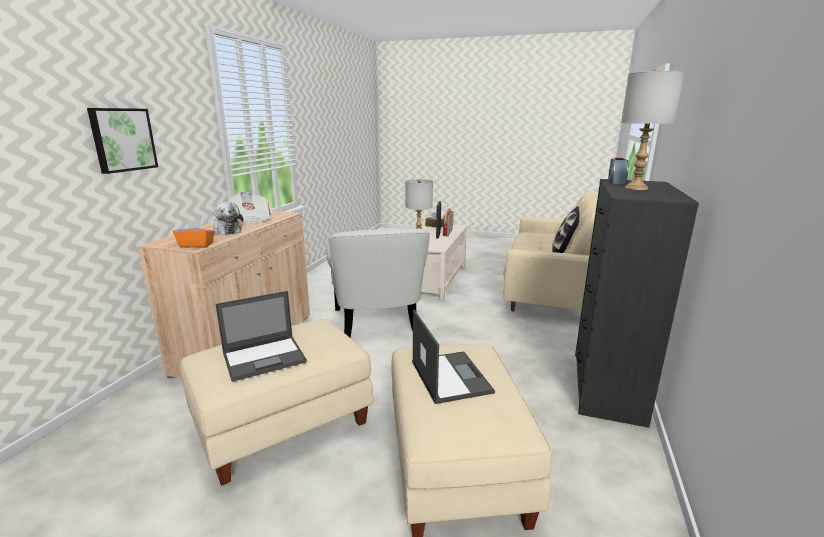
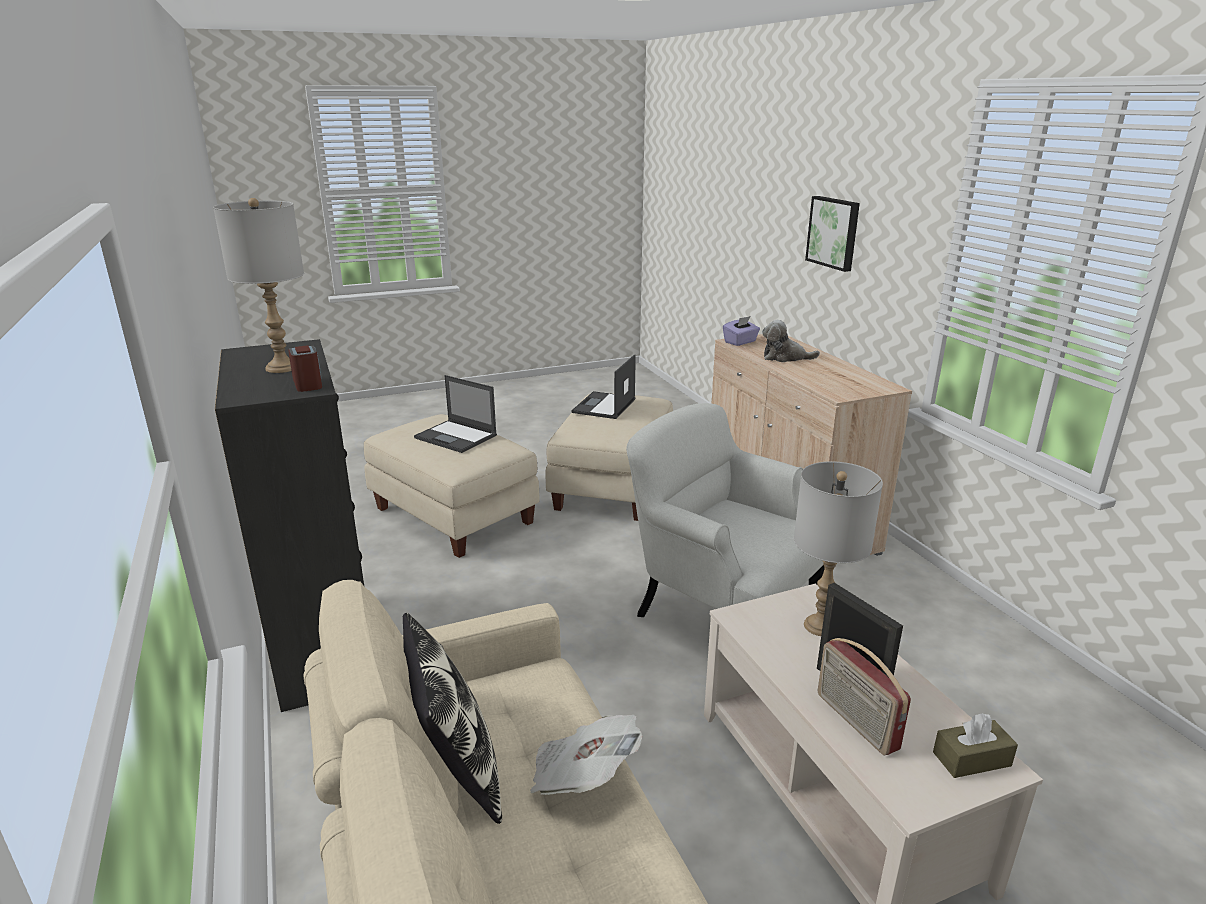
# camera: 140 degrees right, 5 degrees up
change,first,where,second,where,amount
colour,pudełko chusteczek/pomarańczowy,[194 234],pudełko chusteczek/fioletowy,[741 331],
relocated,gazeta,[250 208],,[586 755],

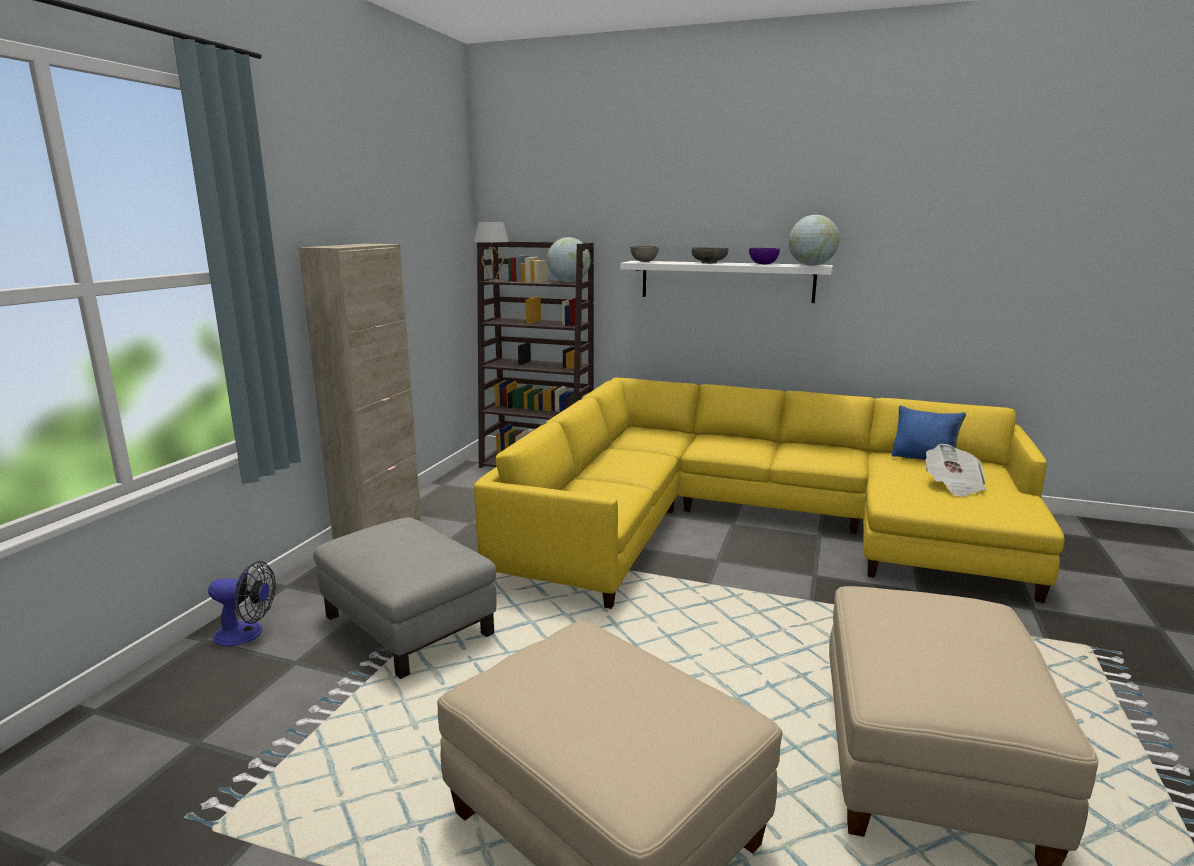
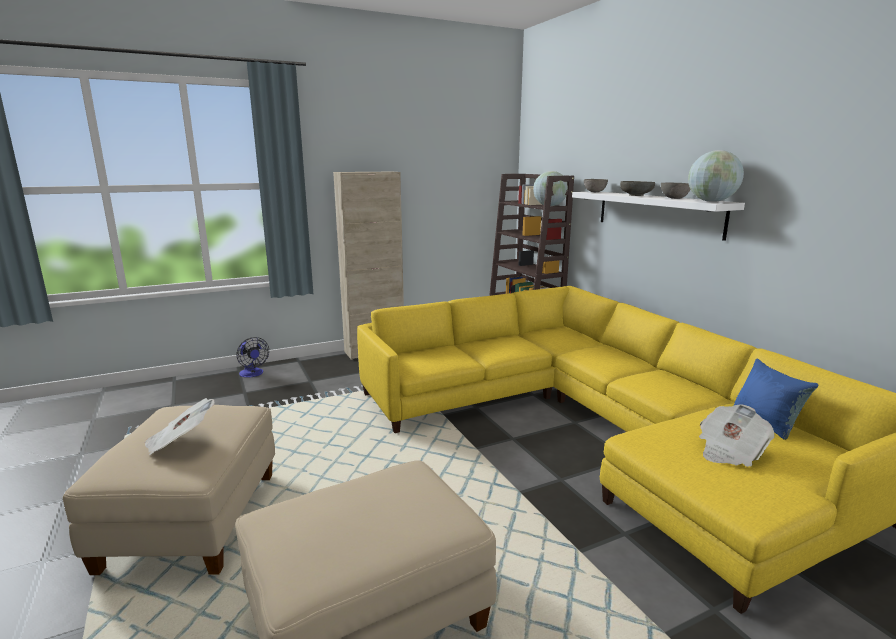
# camera: 45 degrees right, 0 degrees up
change,first,where,second,where,amount
missing,pufa/szary,[405 598],,,
missing,lampa stołowa/biały,[491 251],,,
colour,miska/fioletowy,[764 256],miska/szary,[676 191],
appeared,,,gazeta,[179 426],

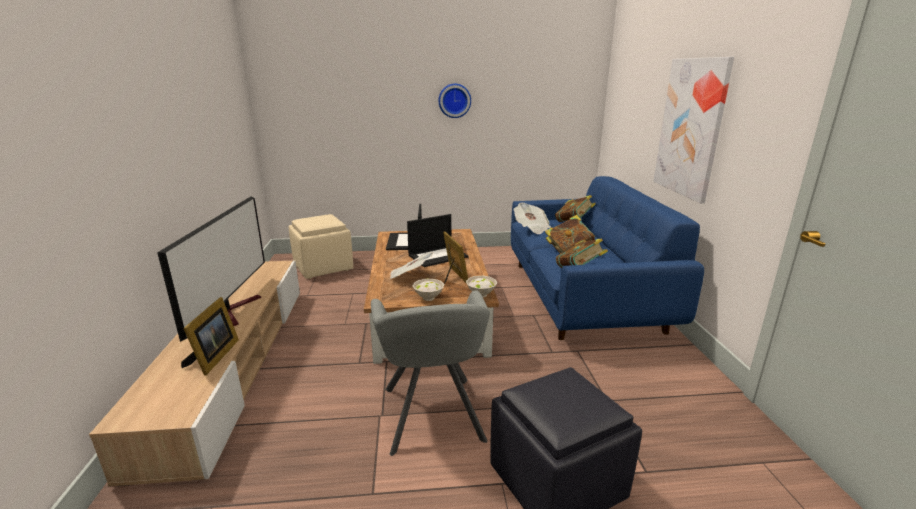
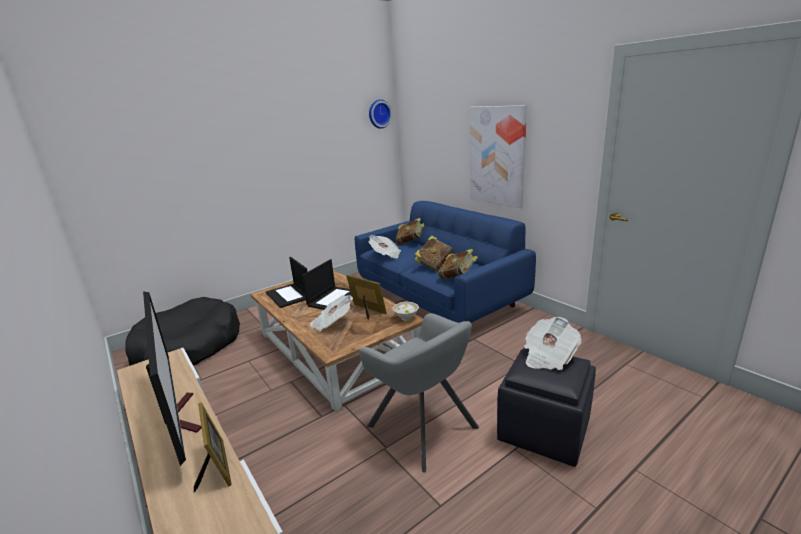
# camera: 30 degrees left, 0 degrees up
change,first,where,second,where,amount
exchanged,pufa/beżowy,[321 246],legowisko/czarny,[182 331],
missing,miska/biały,[428 290],,,
relocated,zegar ścienny,[455 101],,[380 114],
appeared,,,gazeta,[553 343],

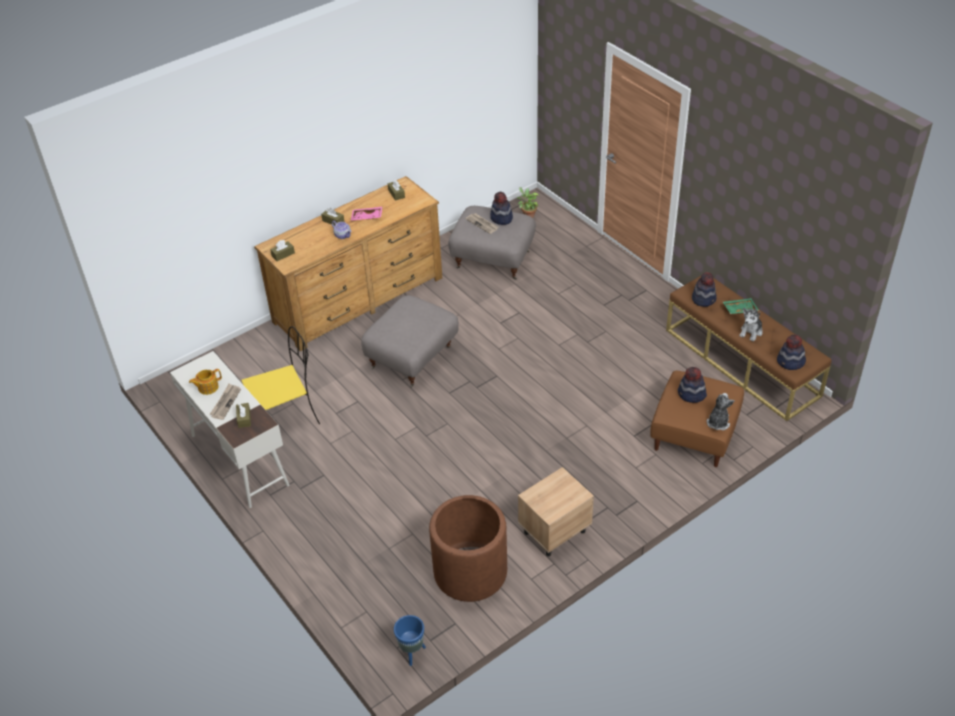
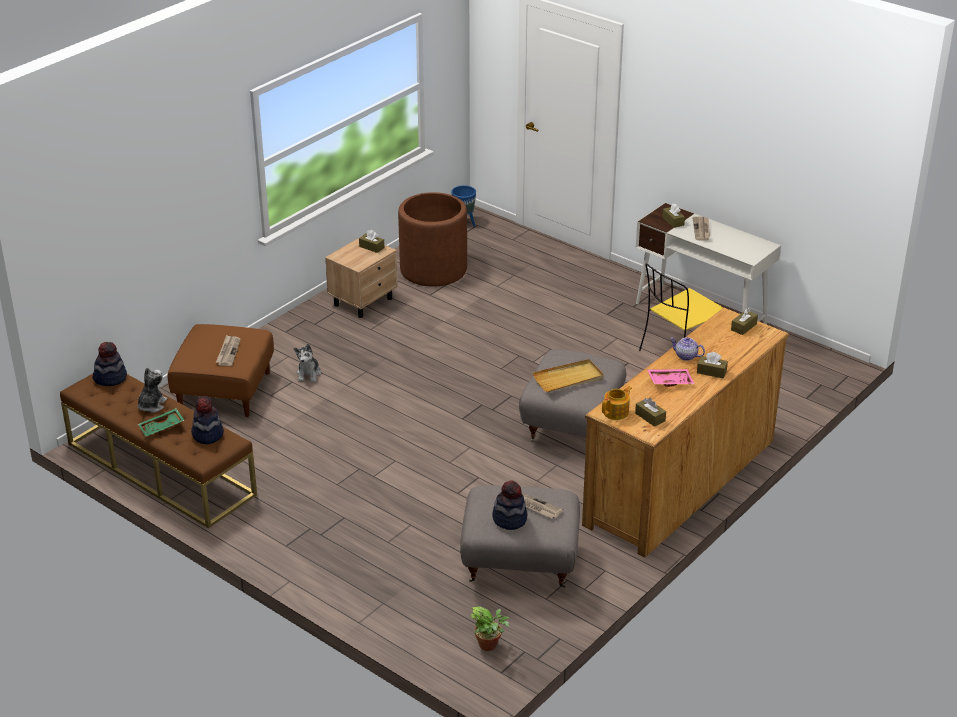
# camera: 165 degrees right, 10 degrees down
change,first,where,second,where,amount
relocated,imbryk,[205 382],,[617 403],
exchanged,kapelusz,[692 385],gazeta,[228 350],
relocated,pluszak,[721 411],,[307 363],
appeared,,,pudełko chusteczek/brązowy,[371 241],
appeared,,,taca/beżowy,[568 375],

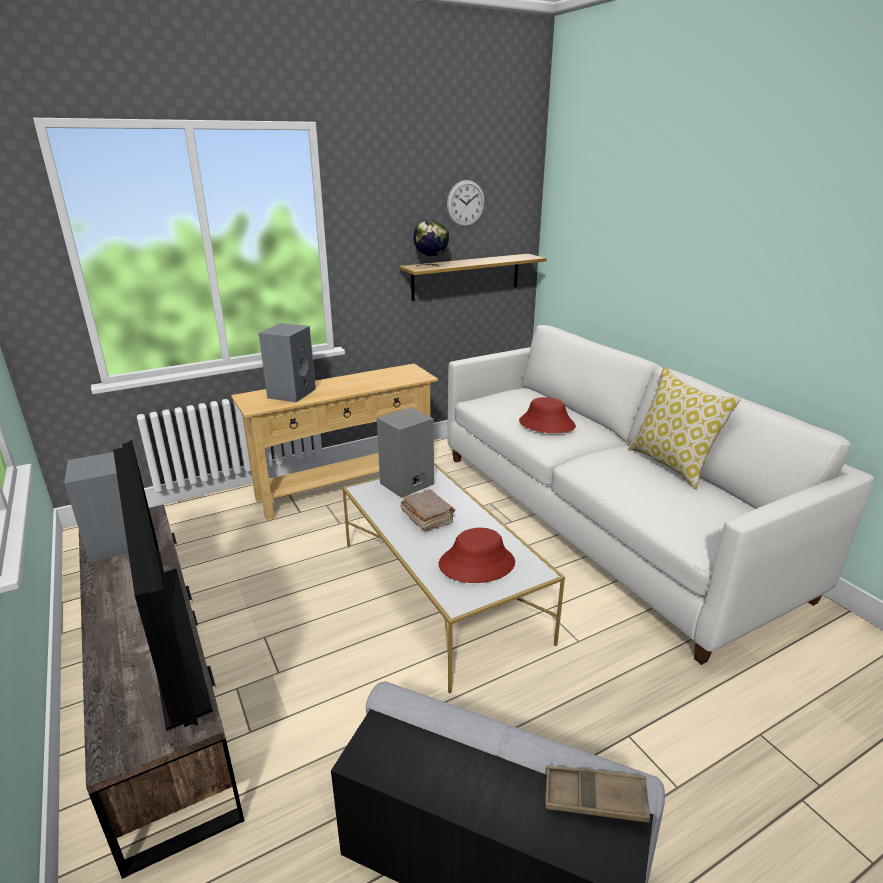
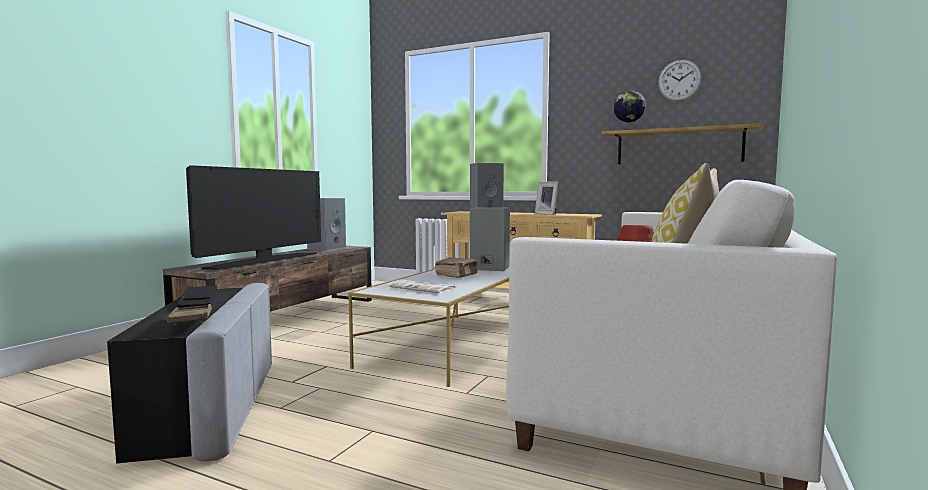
# camera: 55 degrees right, 20 degrees down
change,first,where,second,where,amount
exchanged,kapelusz/czerwony,[477 555],gazeta,[422 286],
appeared,,,taca/czarny,[197 296],
appeared,,,ramka na zdjęcie,[546 198],

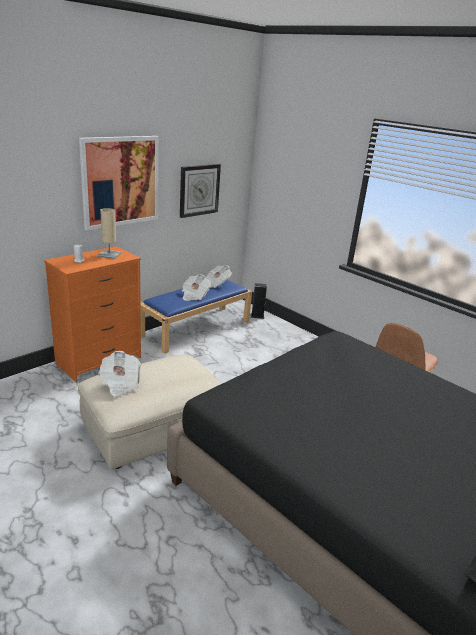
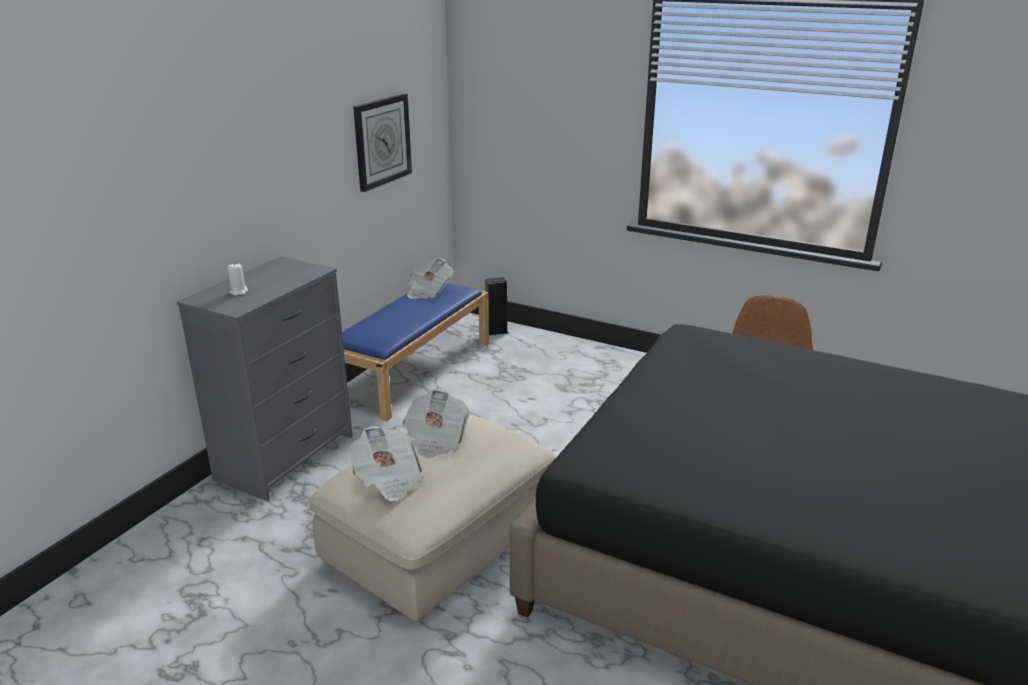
# camera: 15 degrees left, 0 degrees up
change,first,where,second,where,amount
colour,komoda/pomarańczowy,[92 314],komoda/szary,[265 378],
missing,obraz,[119 183],,,
missing,lampa stołowa/beżowy,[109 233],,,
relocated,gazeta,[196 287],,[436 424],

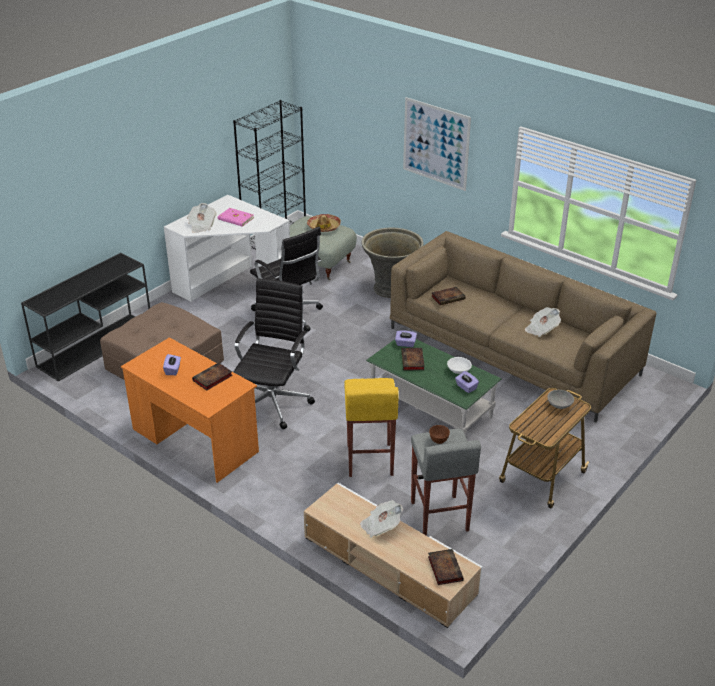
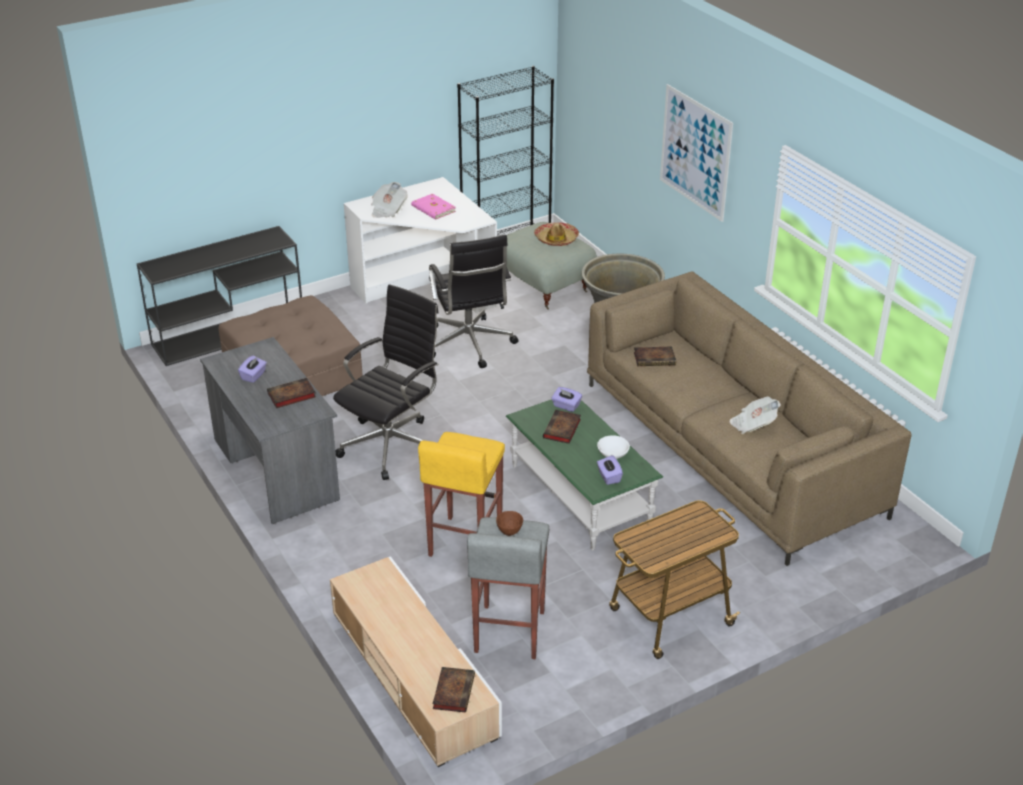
# camera: 20 degrees right, 0 degrees up
change,first,where,second,where,amount
colour,biurko/pomarańczowy,[190 410],biurko/szary,[270 430],
missing,gazeta,[381 519],,,
missing,miska/szary,[560 399],,,

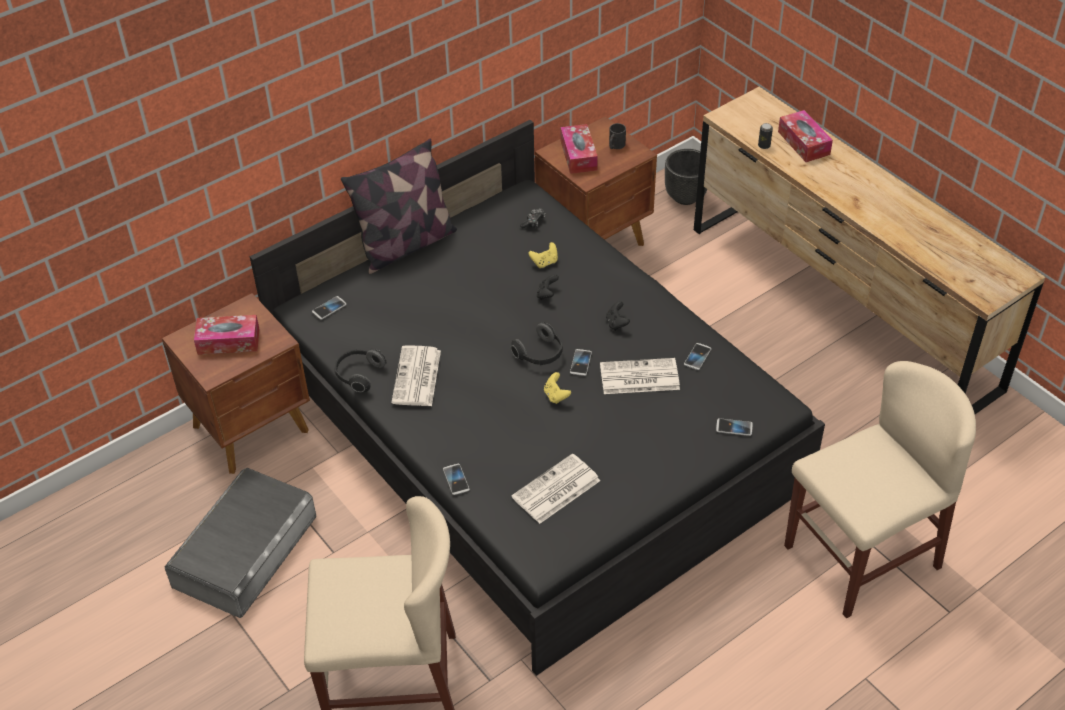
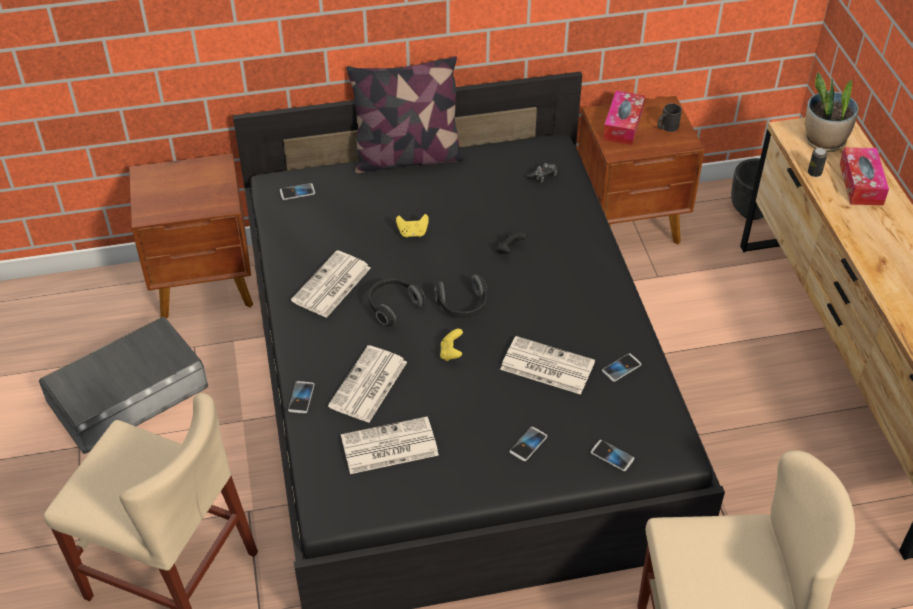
# camera: 25 degrees right, 0 degrees up
change,first,where,second,where,amount
missing,pudełko chusteczek,[226 335],,,
relocated,słuchawki,[360 370],,[396 302],
relocated,pad do gier/żółty,[543 255],,[412 225],
relocated,telefon,[581 362],,[528 444],
missing,pad do gier/czarny,[618 316],,,
appeared,,,gazeta,[367 384],
appeared,,,roślina doniczkowa,[832 112],

